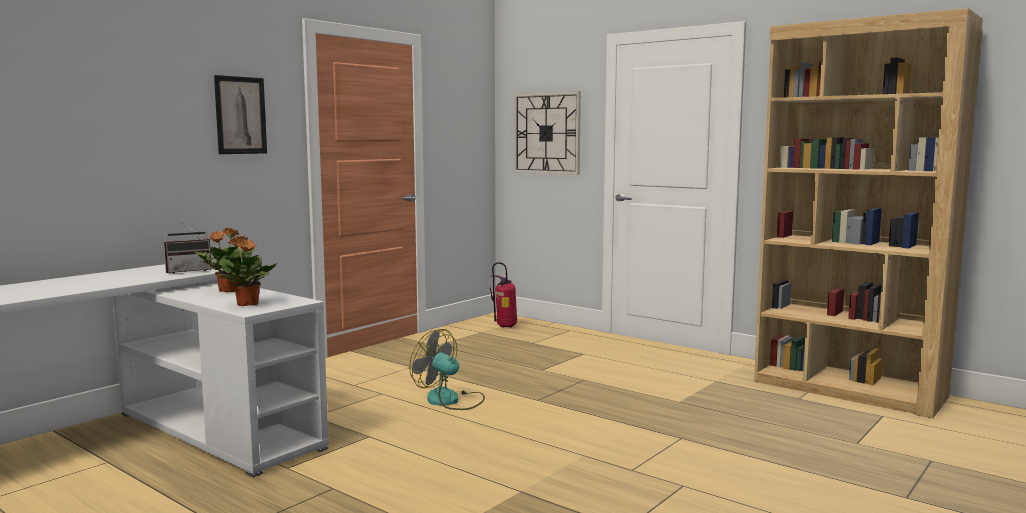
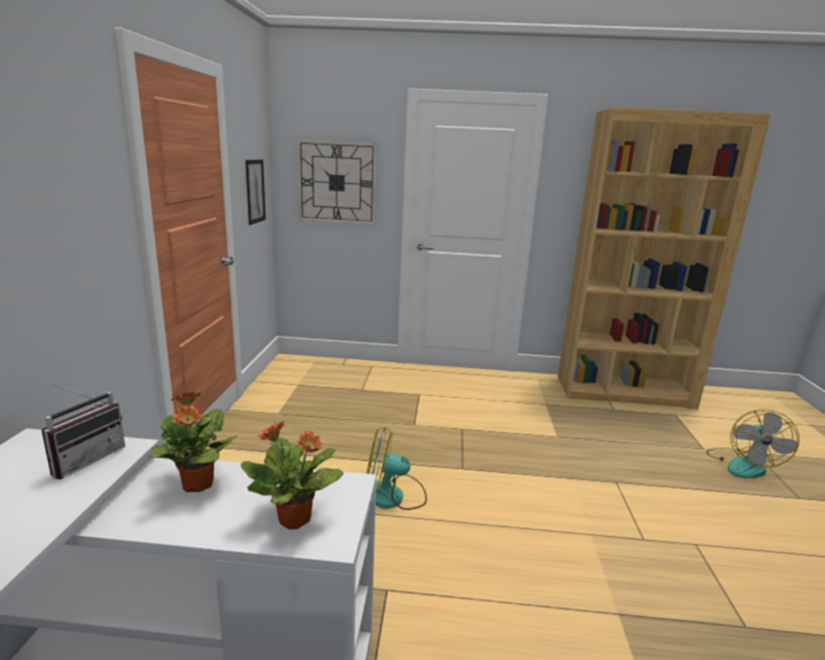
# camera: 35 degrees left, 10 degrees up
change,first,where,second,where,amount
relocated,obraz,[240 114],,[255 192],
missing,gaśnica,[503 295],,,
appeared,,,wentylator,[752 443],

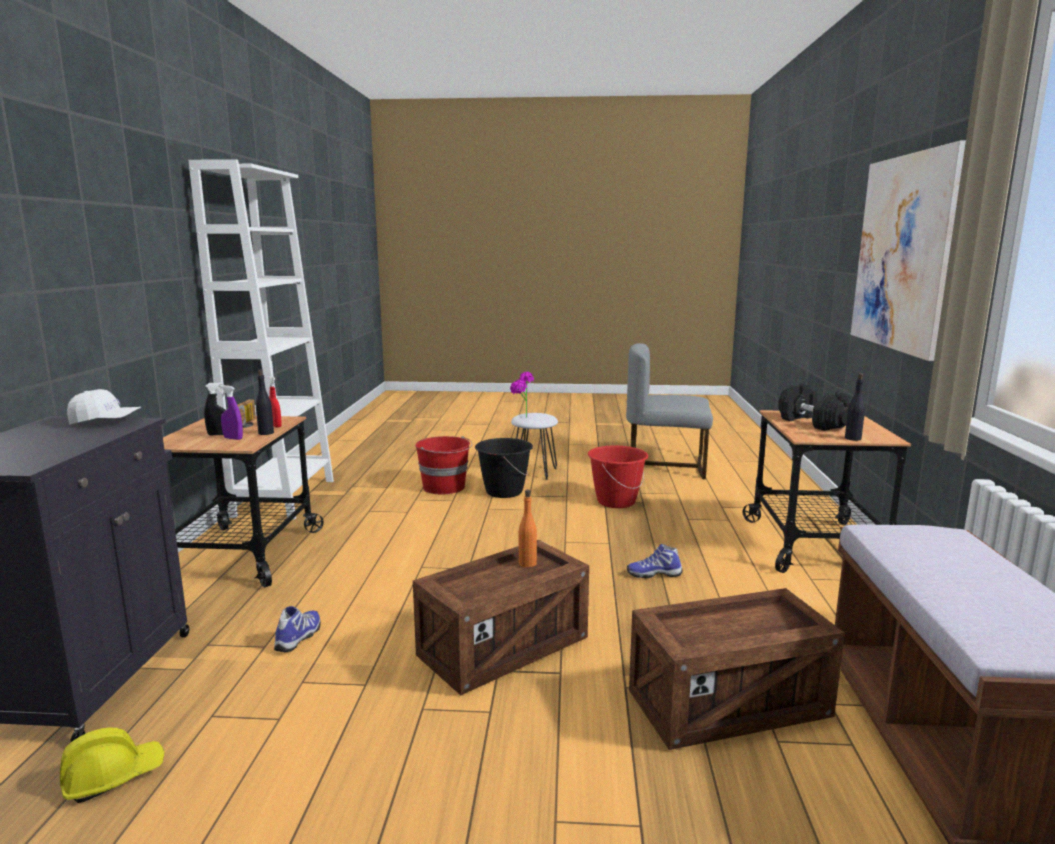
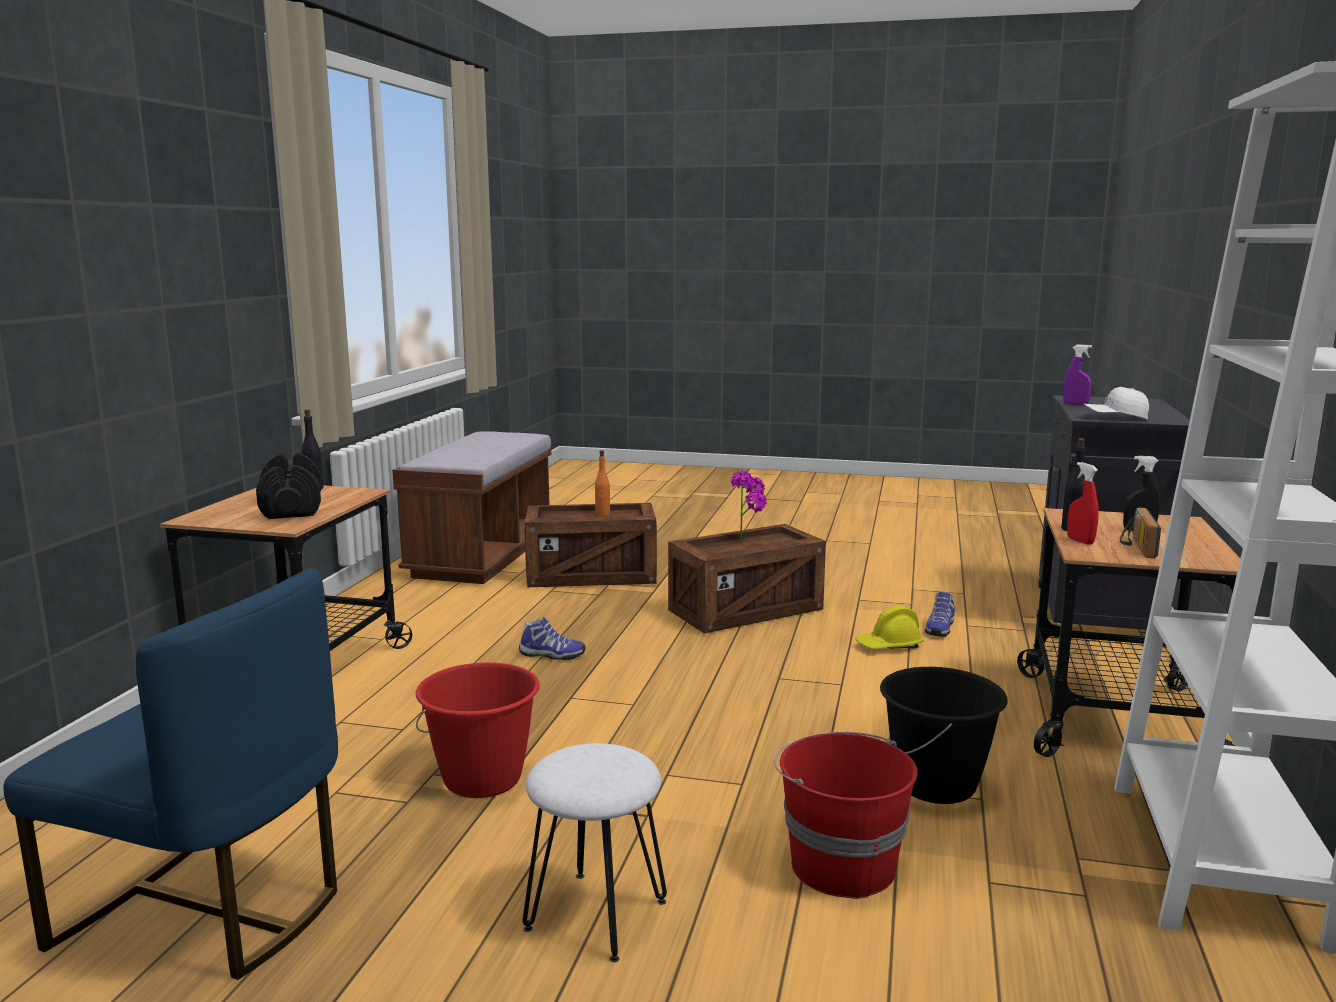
# camera: 170 degrees left, 0 degrees up
change,first,where,second,where,amount
relocated,kask/żółty,[112 765],,[890 627],
relocated,spryskiwacz/fioletowy,[231 412],,[1077 375],
relocated,wiadro/czarny,[504 468],,[944 735],
relocated,roślina doniczkowa,[522 395],,[749 506],
relocated,butelka/pomarańczowy,[528 528],,[602 482],
colour,krzesło/szary,[669 411],krzesło/niebieski,[170 774],
missing,obraz,[908 251],,,

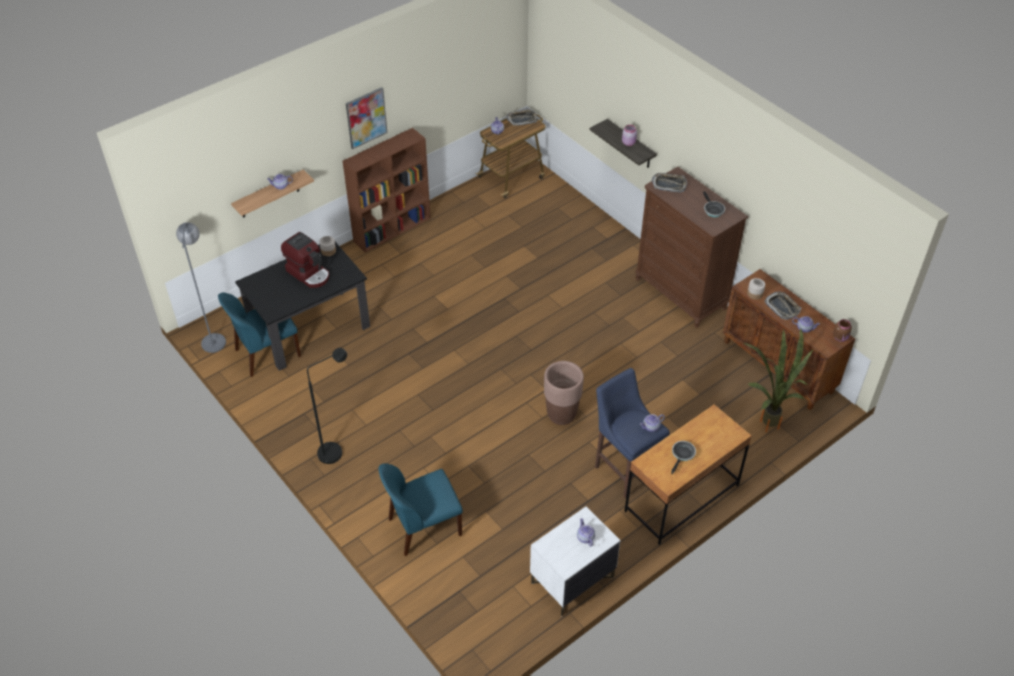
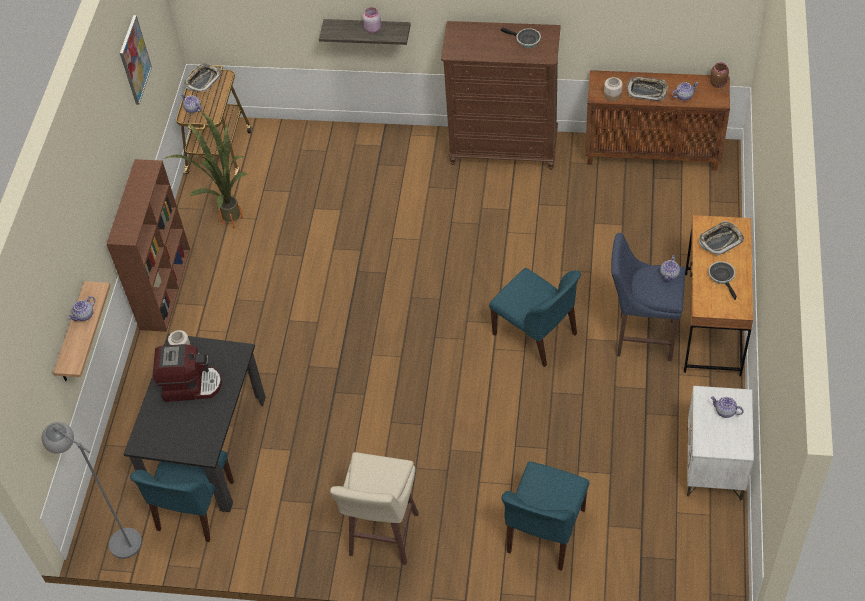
# camera: 40 degrees left, 5 degrees up
change,first,where,second,where,amount
exchanged,lampa stojąca/czarny,[327 406],stołek/beżowy,[374 508],
relocated,obraz,[366 118],,[136 60],
exchanged,donica/brązowy,[564 393],krzesło/niebieski,[535 317],
relocated,taca,[669 183],,[721 238],
relocated,roślina doniczkowa,[778 380],,[205 170],

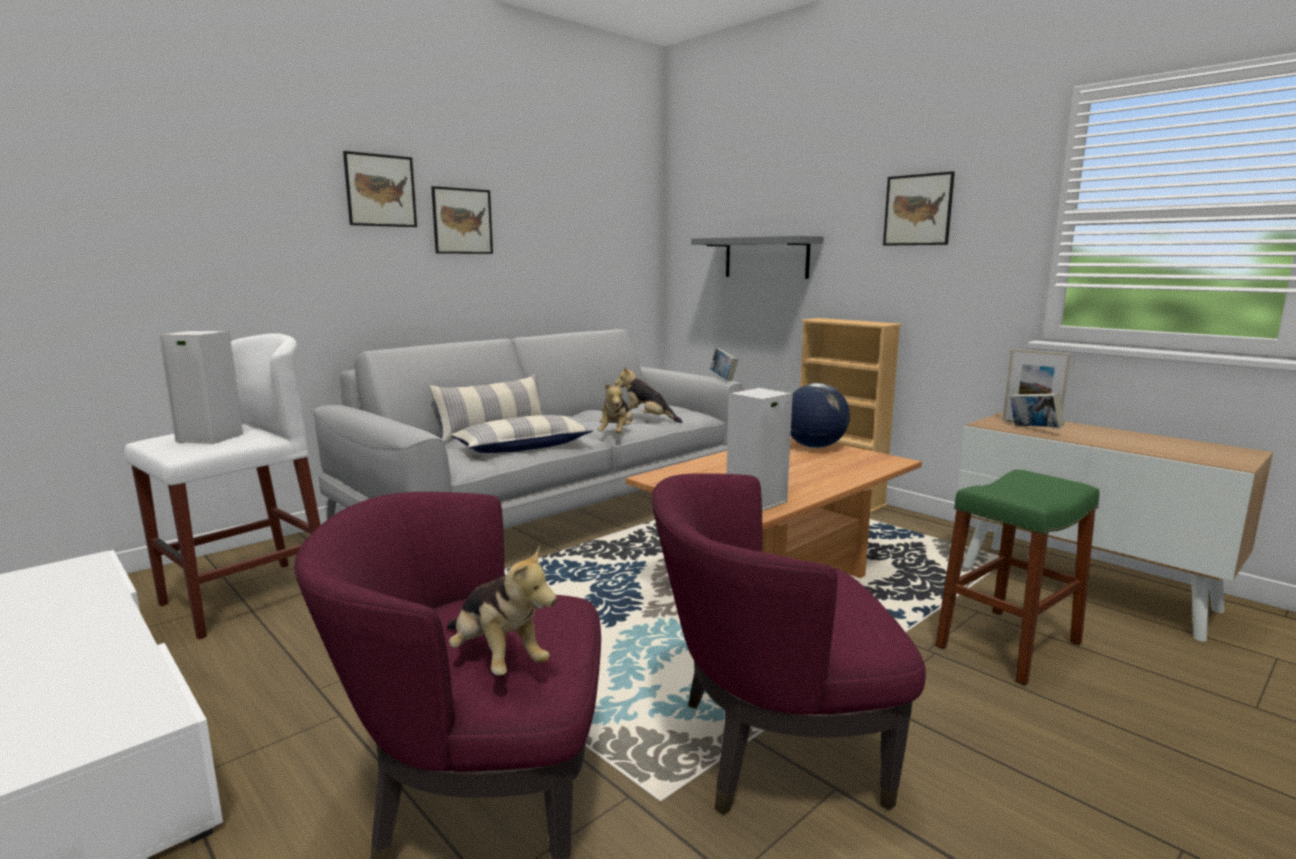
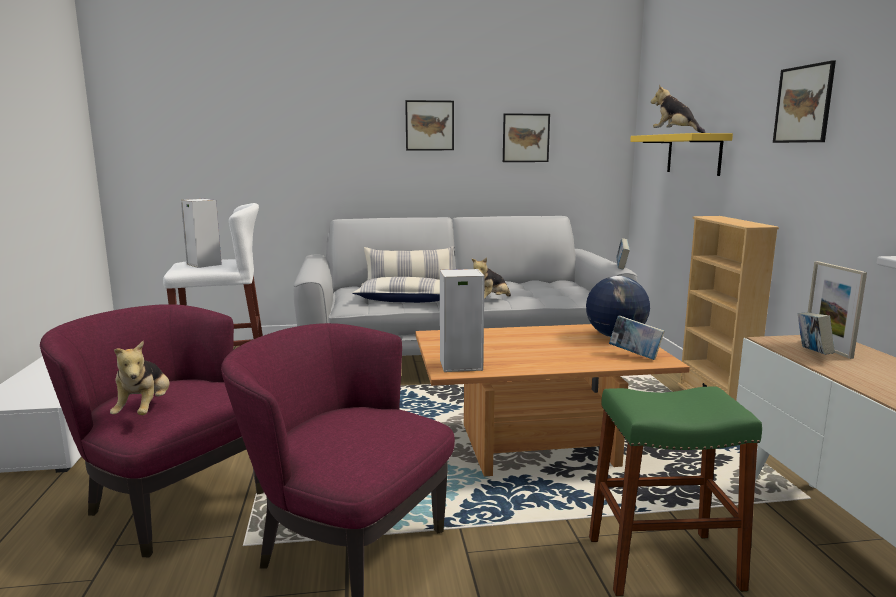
# camera: 35 degrees right, 0 degrees up
change,first,where,second,where,amount
relocated,obraz,[380 189],,[526 137],
relocated,pluszak,[648 394],,[678 108],
colour,półka/szary,[757 257],półka/żółty,[681 154],
appeared,,,książka,[637 338],

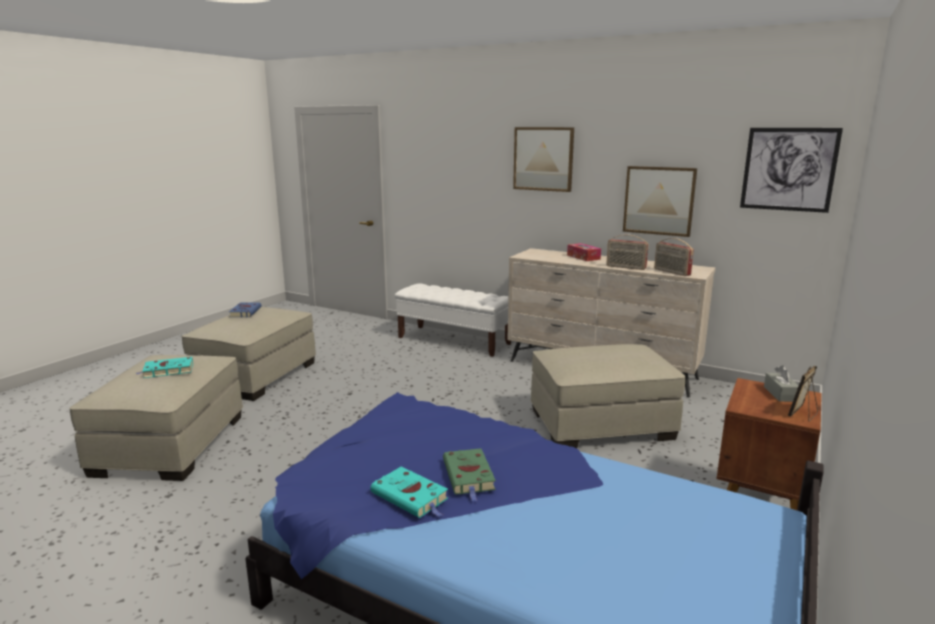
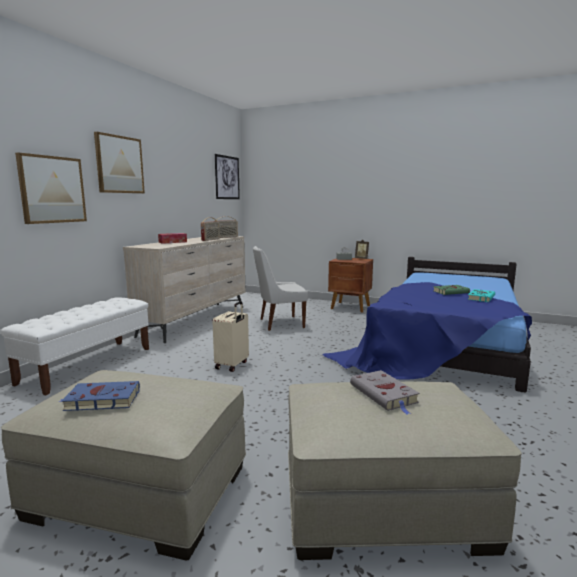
# camera: 95 degrees left, 5 degrees down
change,first,where,second,where,amount
colour,książka/turkusowy,[165 367],książka/szary,[385 392],
exchanged,pufa/beżowy,[607 396],krzesło/biały,[280 288],
relocated,obraz,[660 201],,[51 188],
appeared,,,walizka/beżowy,[230 336],

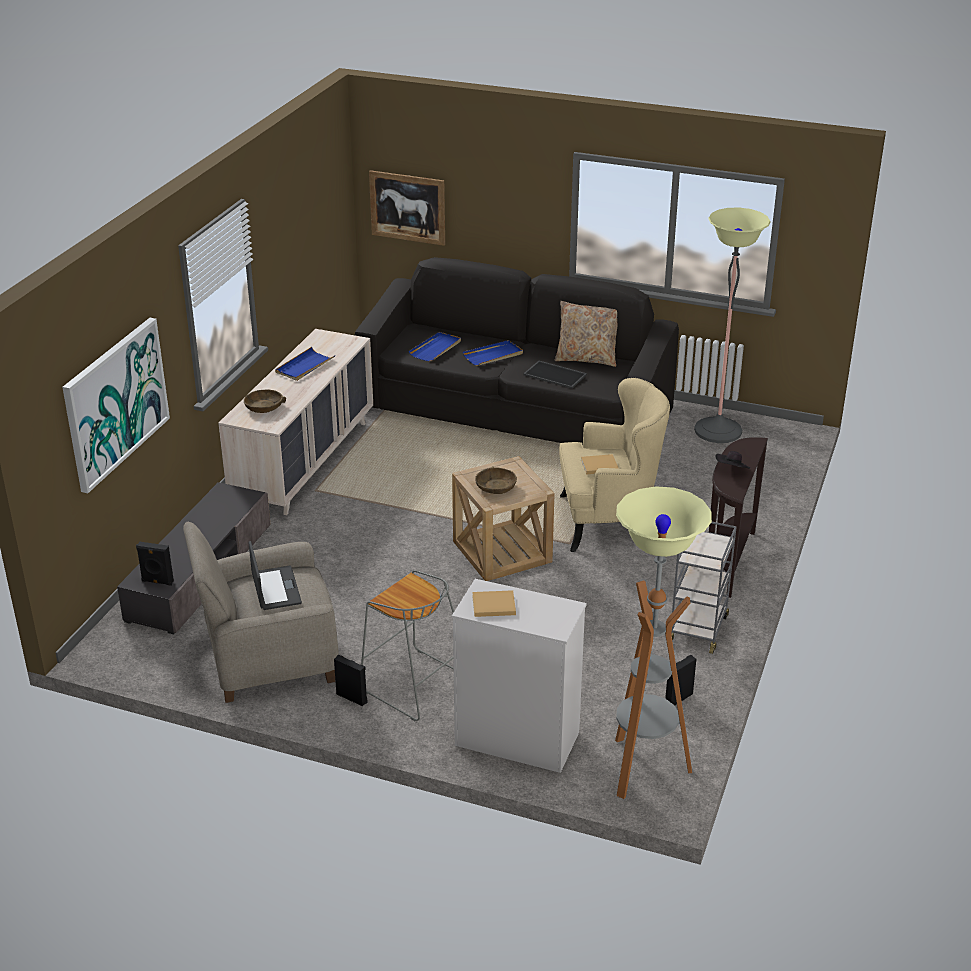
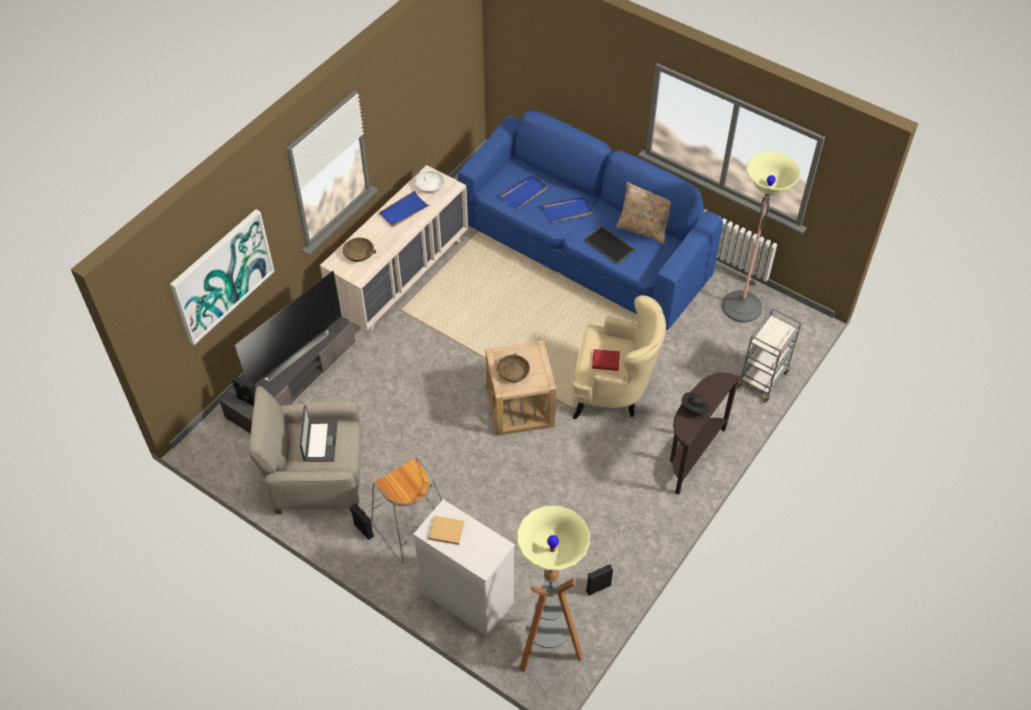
# camera: 15 degrees right, 20 degrees up
change,first,where,second,where,amount
colour,kanapa/czarny,[517 351],kanapa/niebieski,[590 220],
missing,obraz,[407 208],,,
colour,książka/beżowy,[600 464],książka/czerwony,[606 360],
relocated,wózek/szary,[704 588],,[769 355],
appeared,,,telewizor,[288 328],
appeared,,,miska/biały,[430 181],

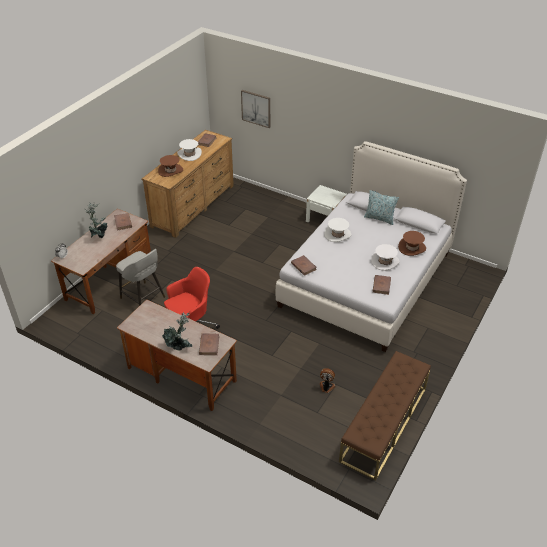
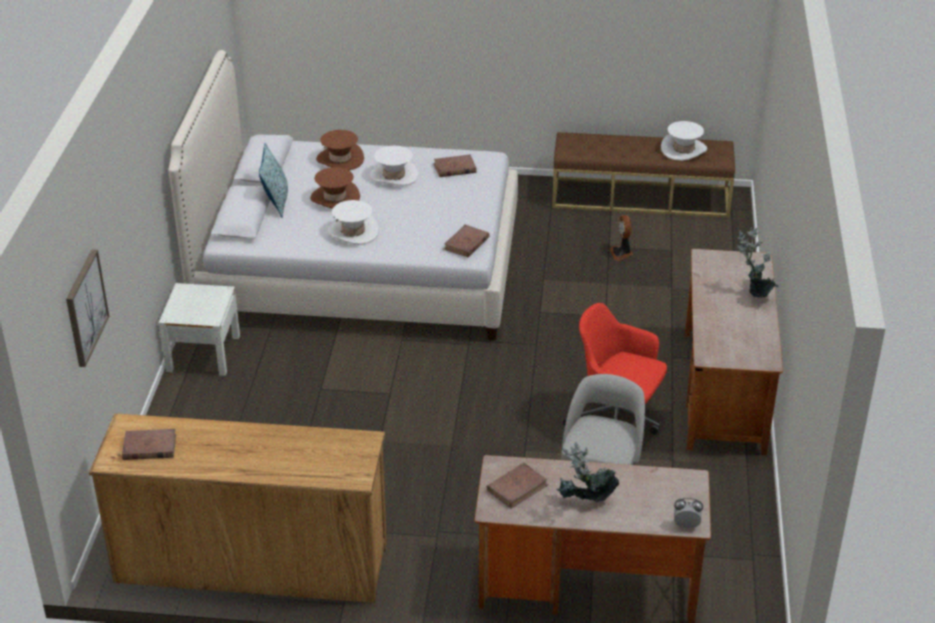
# camera: 115 degrees left, 5 degrees down
change,first,where,second,where,amount
relocated,kapelusz/brązowy,[170 166],,[335 188],
relocated,kapelusz/biały,[189 150],,[684 141],
missing,książka/brązowy,[209 344],,,

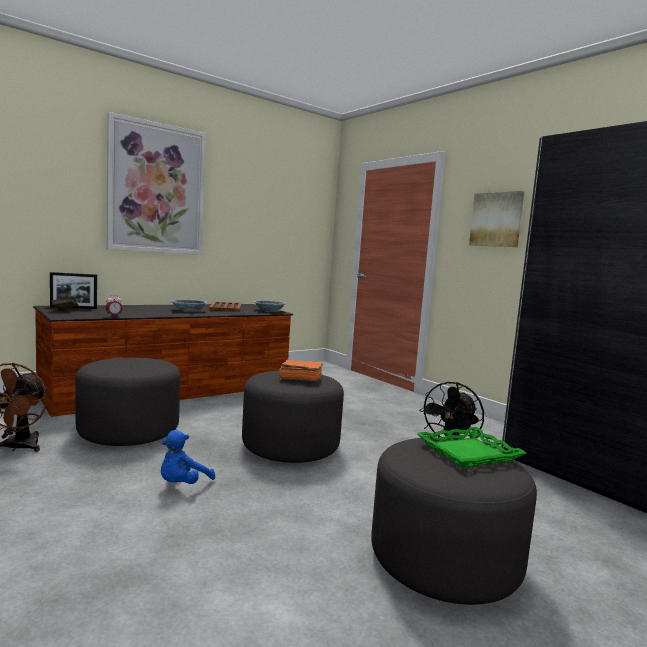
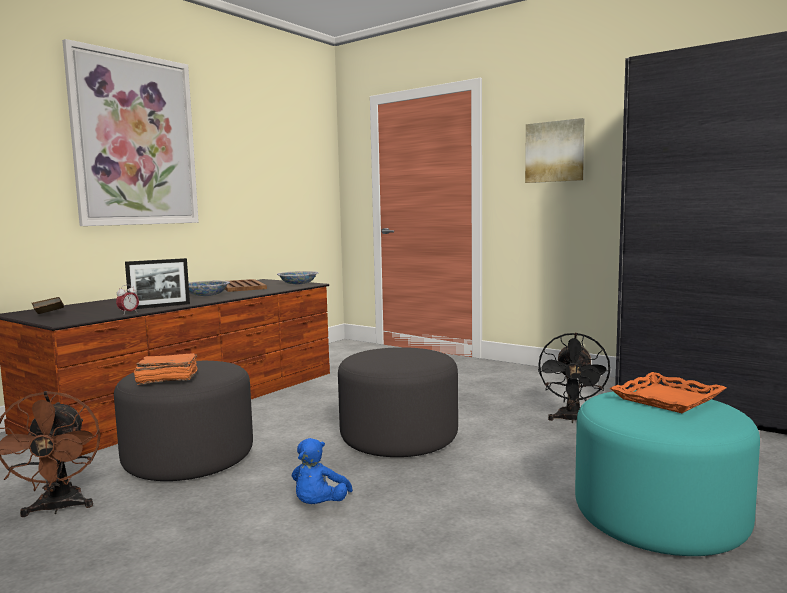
# camera: 15 degrees left, 0 degrees up
change,first,where,second,where,amount
relocated,ramka na zdjęcie,[73 290],,[157 283],
relocated,książka/pomarańczowy,[301 371],,[166 369],
colour,pufa/szary,[454 521],pufa/turkusowy,[667 473],
colour,taca/zielony,[471 447],taca/pomarańczowy,[668 392],

